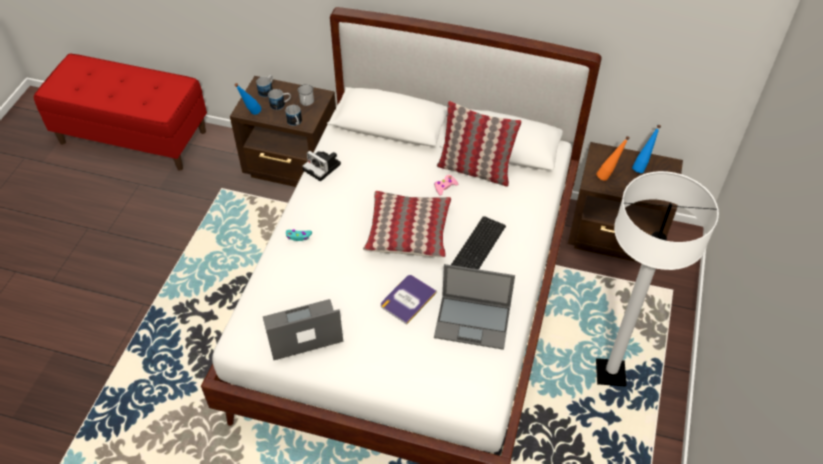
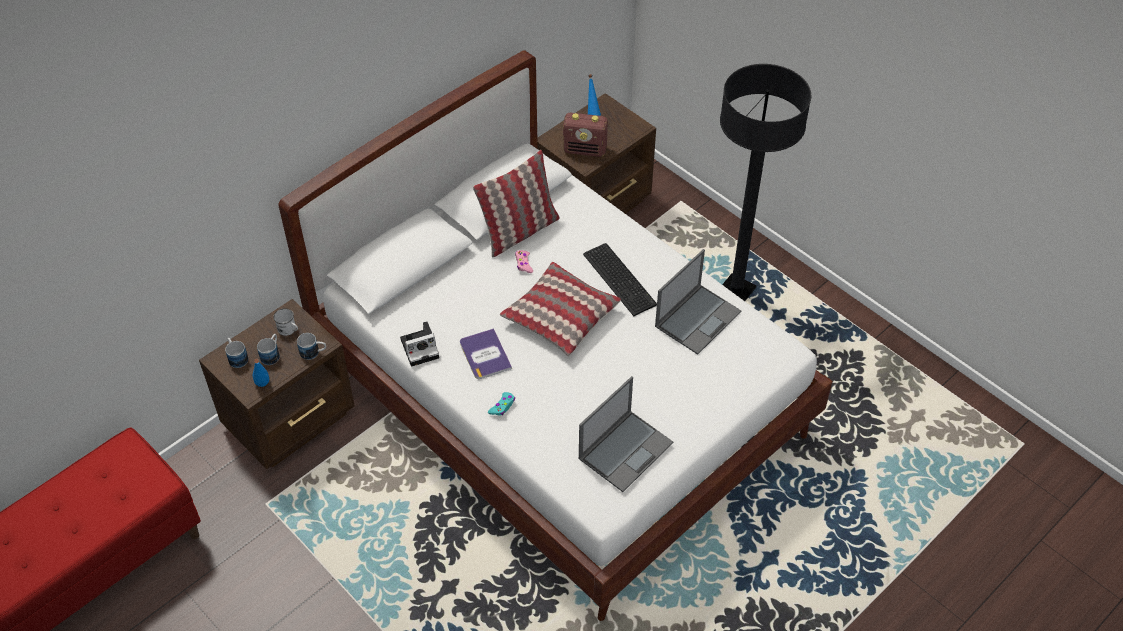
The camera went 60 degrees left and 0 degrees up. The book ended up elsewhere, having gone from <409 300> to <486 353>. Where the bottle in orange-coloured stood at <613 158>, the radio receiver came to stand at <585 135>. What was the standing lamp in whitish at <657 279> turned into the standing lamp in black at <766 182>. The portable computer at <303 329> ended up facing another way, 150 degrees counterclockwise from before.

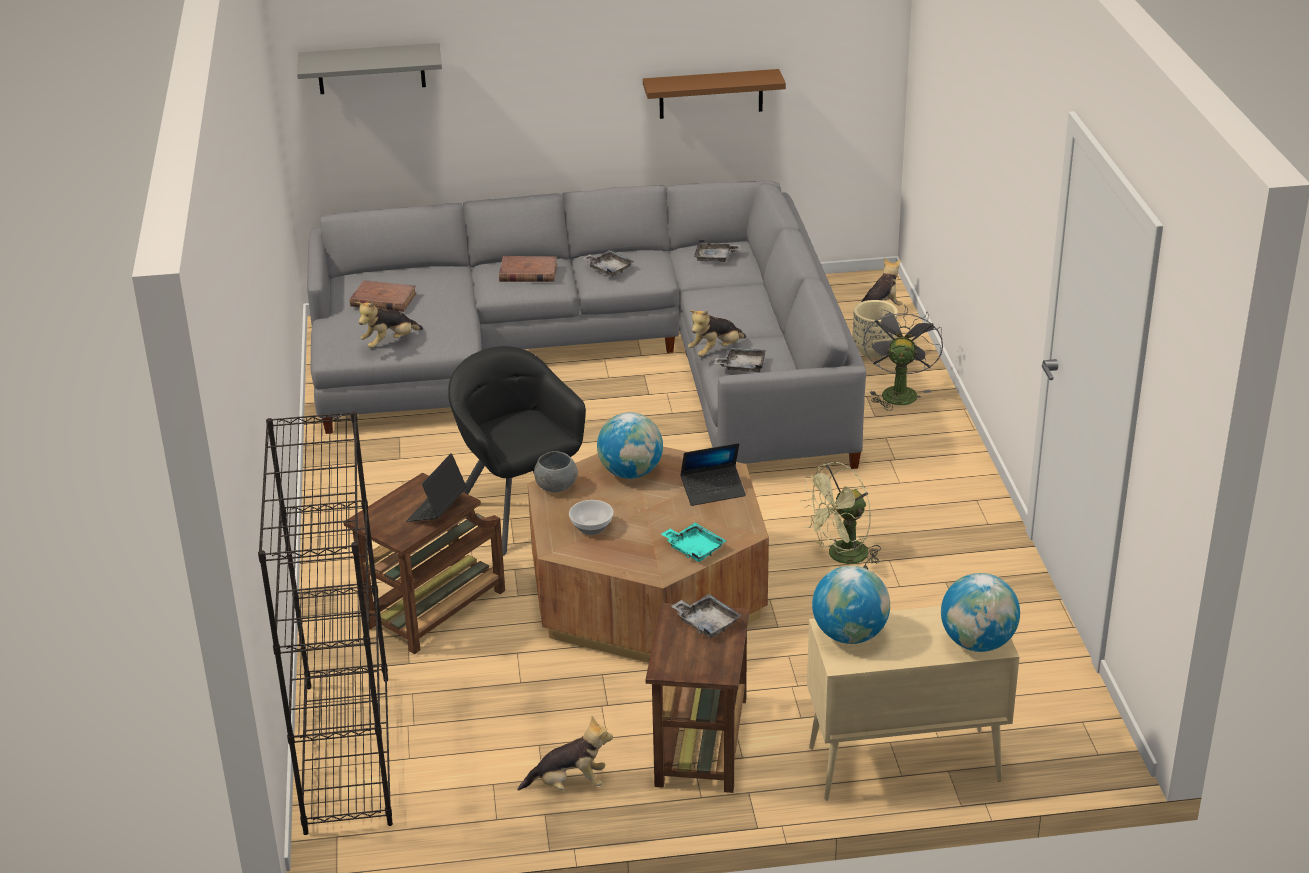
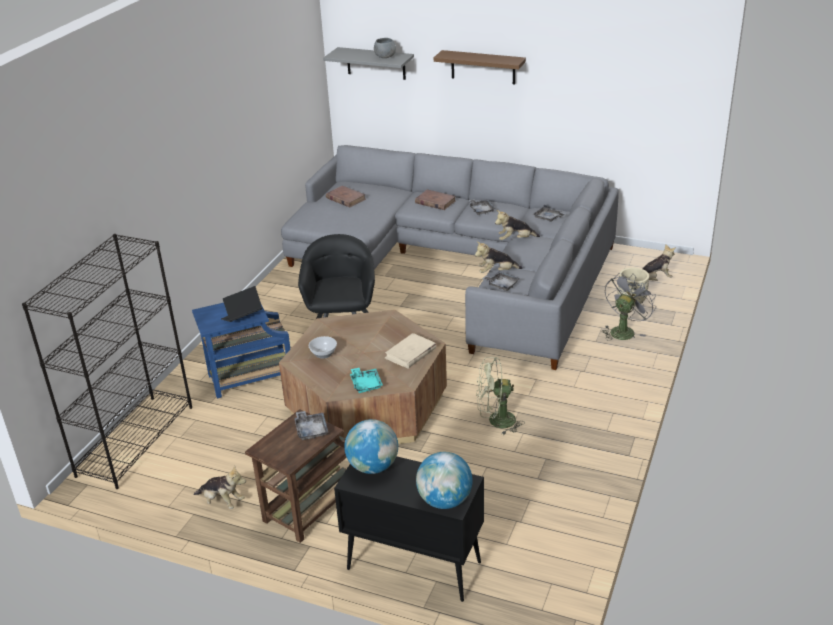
The camera went 30 degrees right and 0 degrees up. The second view lost the world globe at <630 445>. The cuddly toy ended up elsewhere, having gone from <389 325> to <517 225>. The deep dish in grey ended up elsewhere, having gone from <556 472> to <385 48>. The bracket shelf in brown-coloured ended up elsewhere, having gone from <714 94> to <480 67>. Where the portable computer stood at <713 474>, the book in beige-coloured came to stand at <410 351>. What was the accent table in brown-coloured at <424 563> turned into the accent table in blue at <241 351>. What was the storage cabinet in beige-coloured at <913 703> turned into the storage cabinet in black at <409 529>.

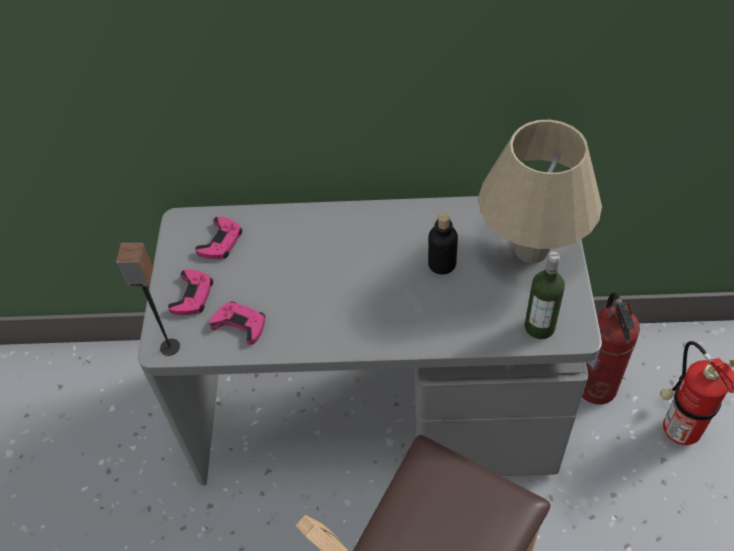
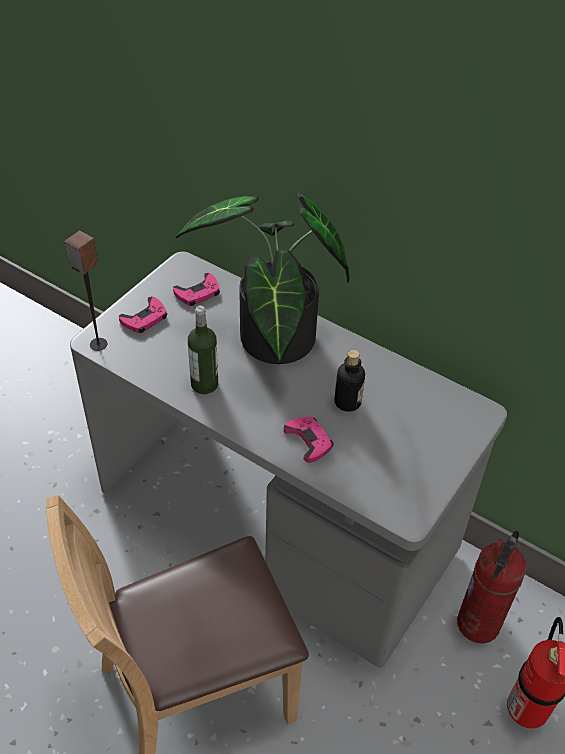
The camera went 30 degrees right and 5 degrees down. The second view lost the tabletop lamp in beige-coloured at <540 191>. The second view gained the plant in a pot at <262 278>. The game controller in pink-coloured ended up elsewhere, having gone from <237 323> to <309 440>. The bottle ended up elsewhere, having gone from <545 295> to <203 350>.

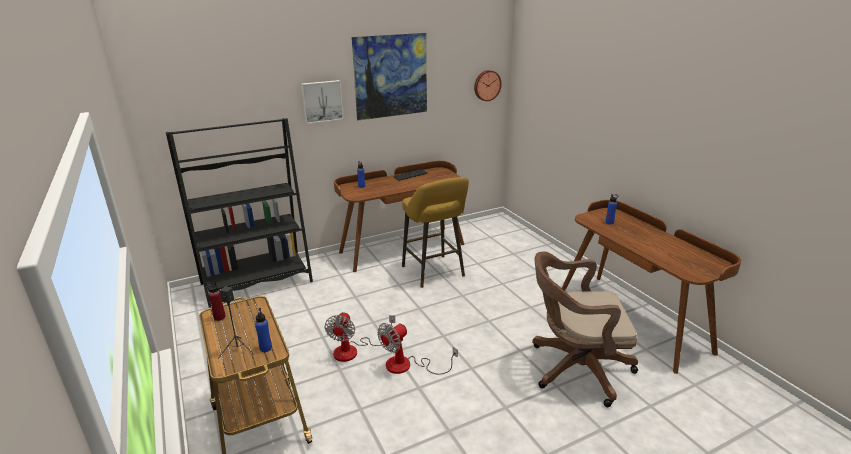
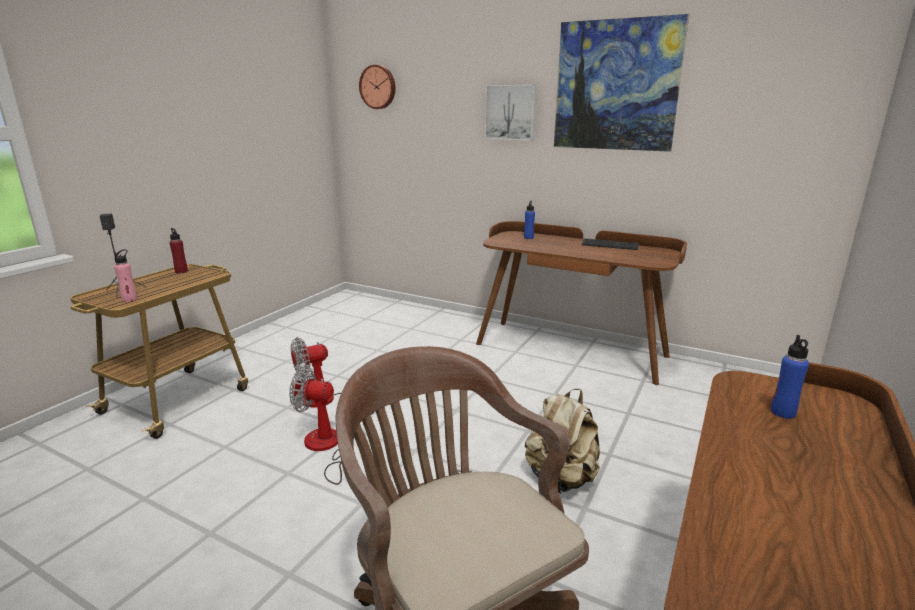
The camera went 55 degrees right and 5 degrees down. The second view lost the bookshelf in black at <239 213>. The second view lost the stool in yellow at <435 232>. The second view gained the knapsack in beige-coloured at <562 441>. The clock on the wall ended up elsewhere, having gone from <488 85> to <377 87>. What was the bottle in blue at <263 330> turned into the bottle in pink-coloured at <125 275>.

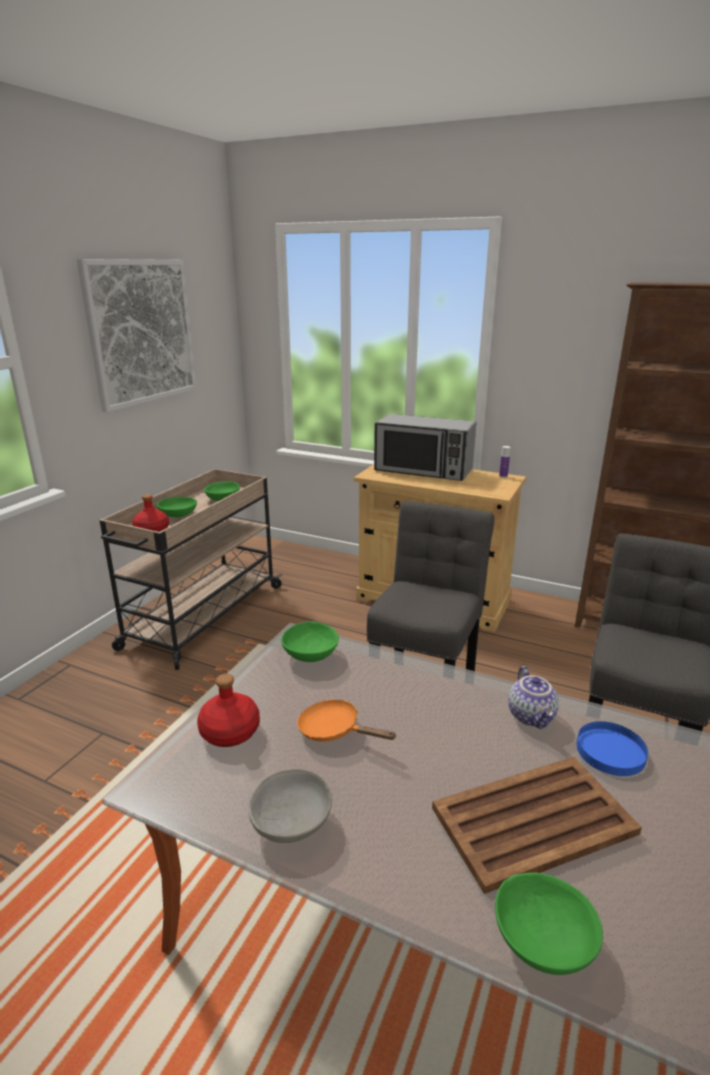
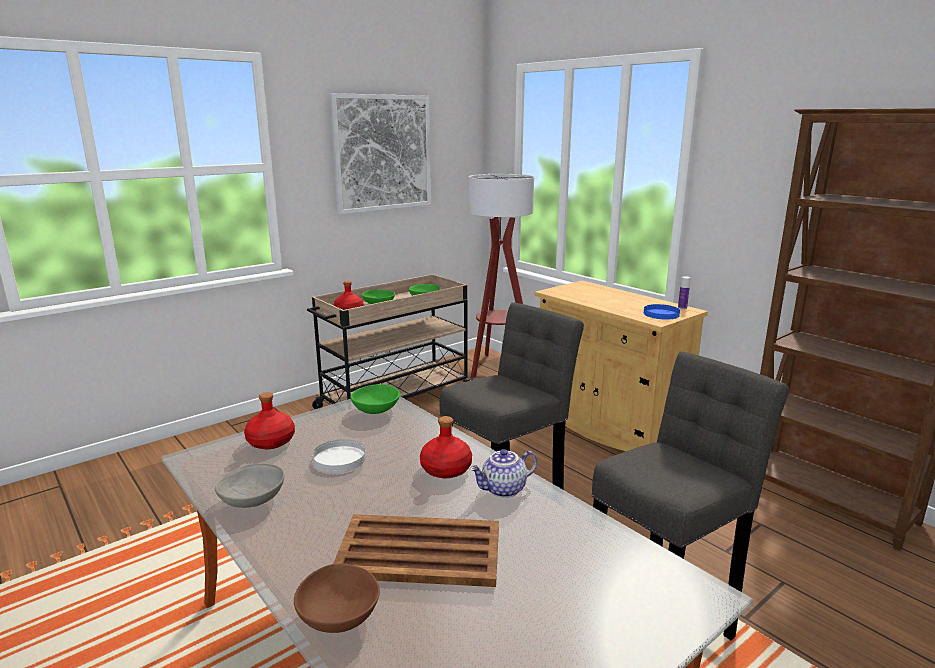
The camera went 25 degrees right and 5 degrees down. The second view lost the kitchen microwave at <425 447>. The second view gained the bottle in red at <446 447>. The second view gained the standing lamp at <501 276>. The flat dish in blue ended up elsewhere, having gone from <612 748> to <662 312>. Where the frying pan in orange-coloured stood at <347 720>, the flat dish in whitish came to stand at <339 456>. What was the deep dish in green-coloured at <549 924> turned into the deep dish in brown-coloured at <337 598>. The tea pot at <533 697> ended up facing another way, 45 degrees clockwise from before.

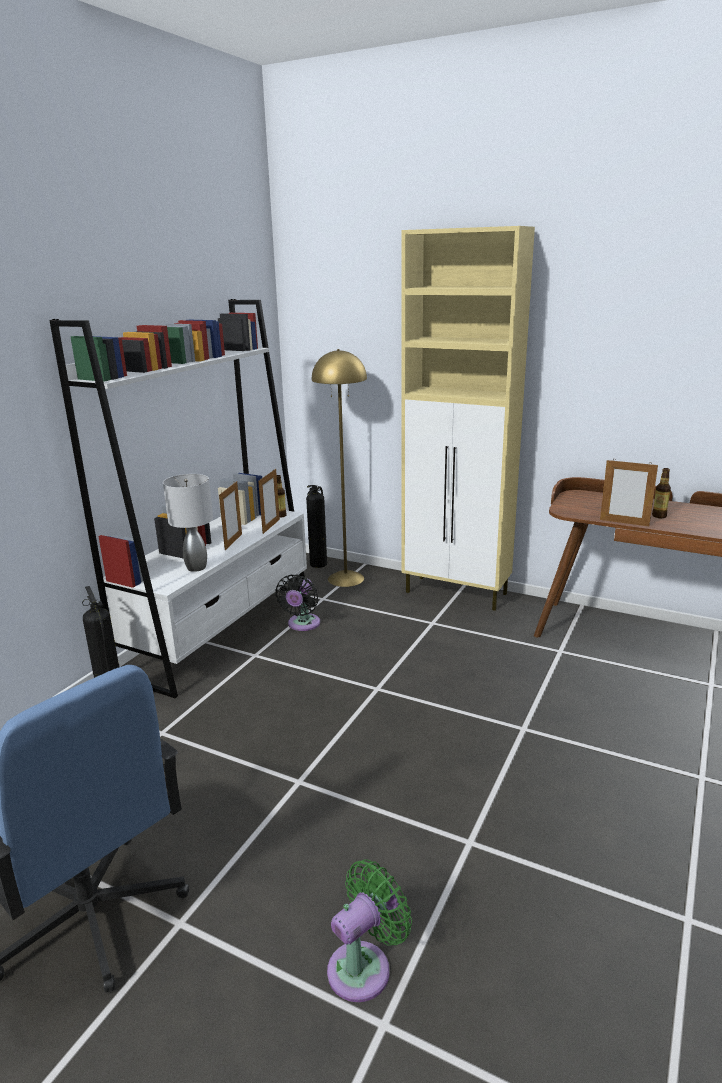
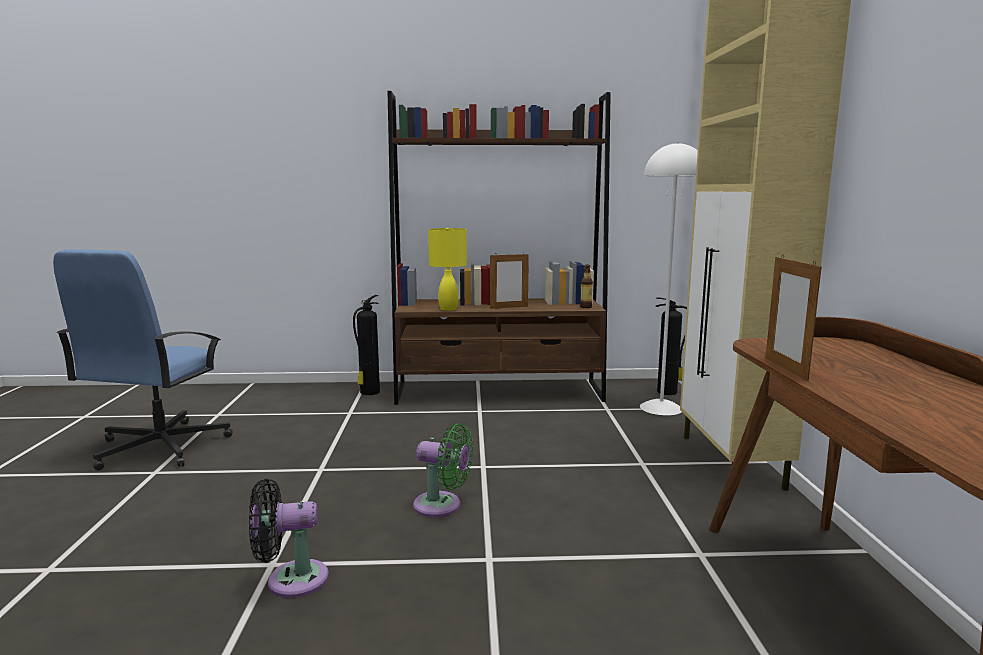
The camera went 60 degrees right and 10 degrees down. The second view lost the standing frame at <269 501>. The second view lost the bottle at <661 493>. The cooling fan in black ended up elsewhere, having gone from <297 602> to <289 538>. The cooling fan in green-coloured ended up elsewhere, having gone from <369 930> to <443 470>. What was the bookshelf in whitish at <178 498> turned into the bookshelf in brown-coloured at <499 248>. What was the tabletop lamp in grey at <188 523> turned into the tabletop lamp in yellow at <447 269>. What was the standing lamp in yellow at <339 468> turned into the standing lamp in whitish at <669 278>.

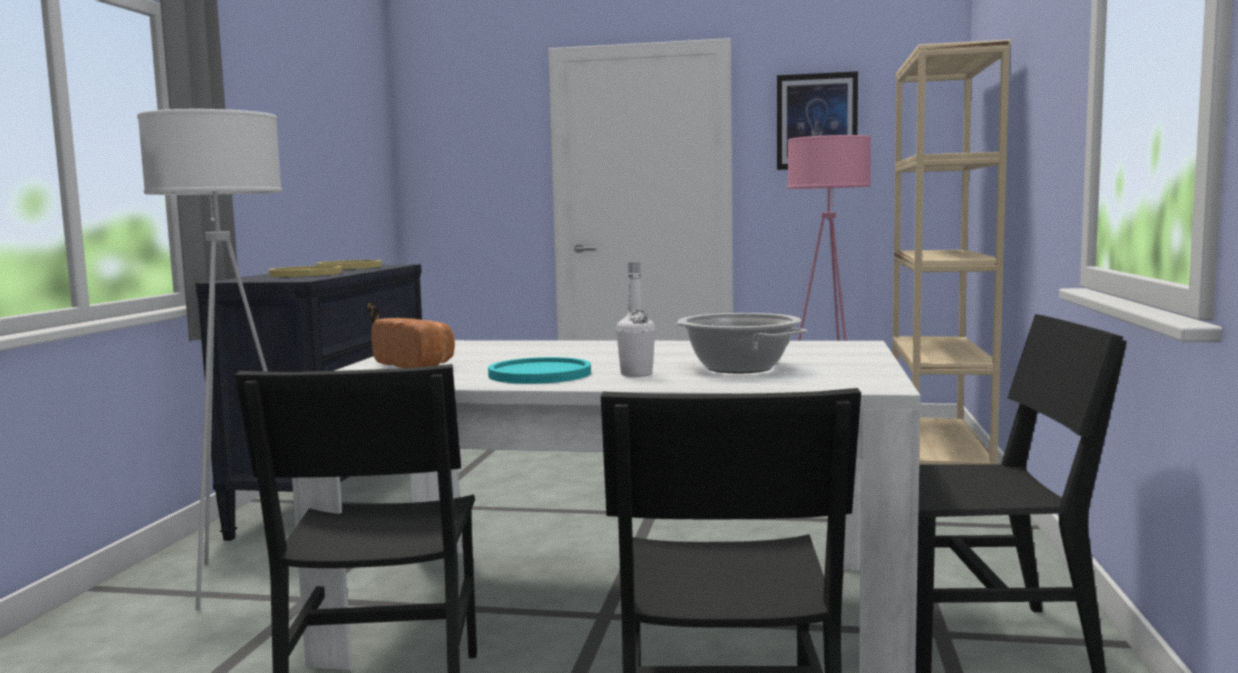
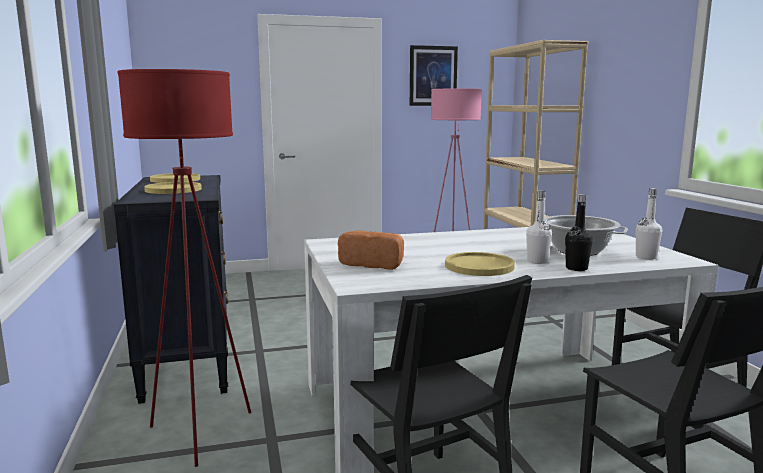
The camera went 25 degrees left and 5 degrees up. The second view gained the bottle in black at <579 232>. The second view gained the bottle in whitish at <649 224>. What was the standing lamp in whitish at <209 359> turned into the standing lamp in red at <184 268>. What was the flat dish in turquoise at <539 370> turned into the flat dish in yellow at <480 264>.

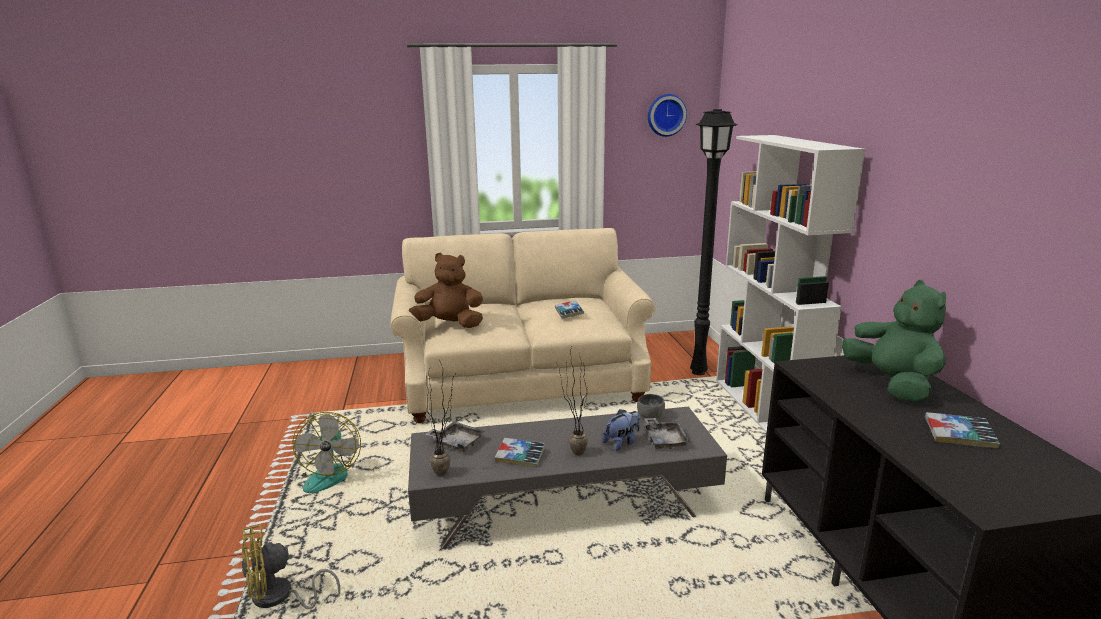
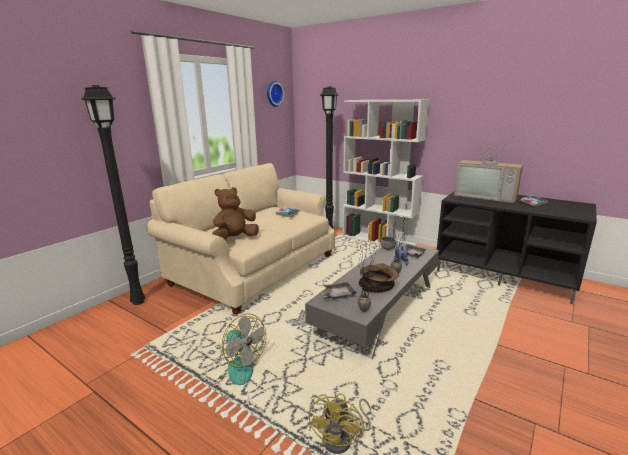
The camera went 45 degrees left and 0 degrees up. The second view gained the standing lamp in black at <113 195>. Where the book stood at <520 452>, the deep dish in brown-coloured came to stand at <379 278>. Where the cuddly toy in green-coloured stood at <894 341>, the TV set came to stand at <488 168>.

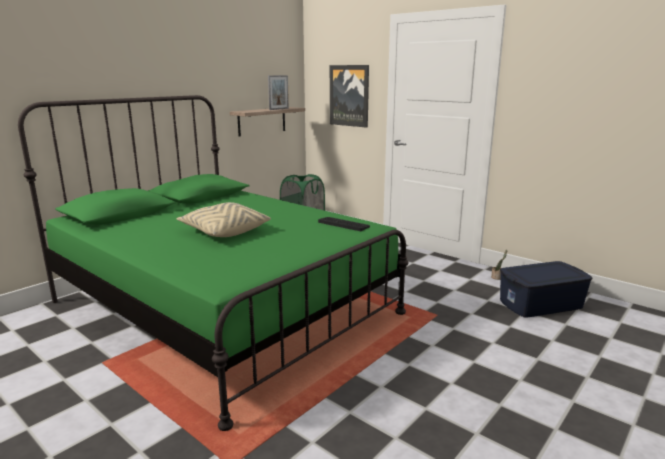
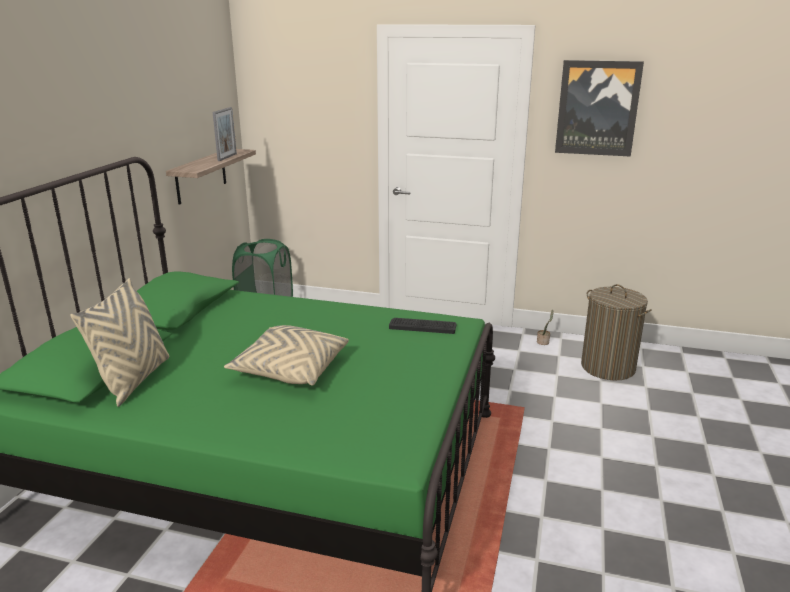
The camera went 25 degrees left and 5 degrees up. The second view gained the throw pillow in beige-coloured at <119 342>. The wall picture ended up elsewhere, having gone from <349 96> to <599 108>. Where the storage box in blue stood at <546 289>, the laundry basket came to stand at <616 332>.

